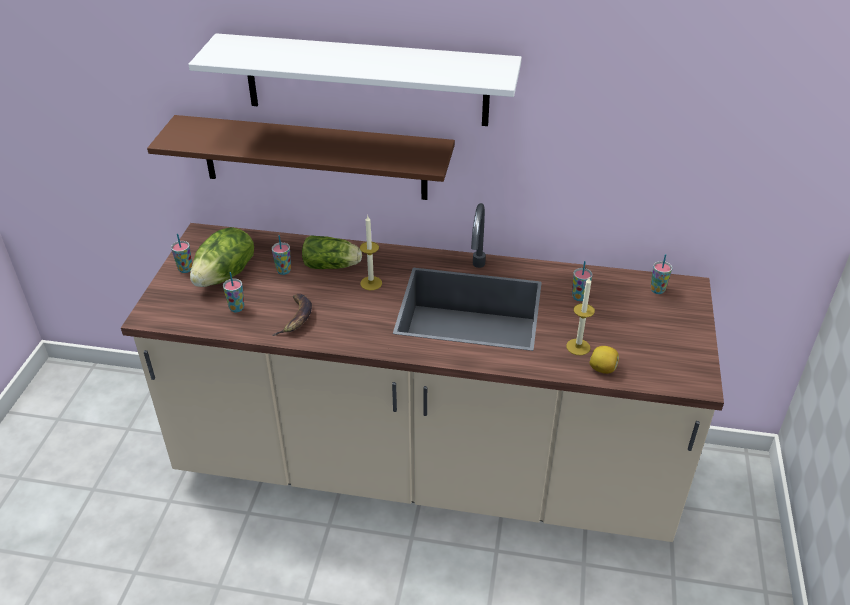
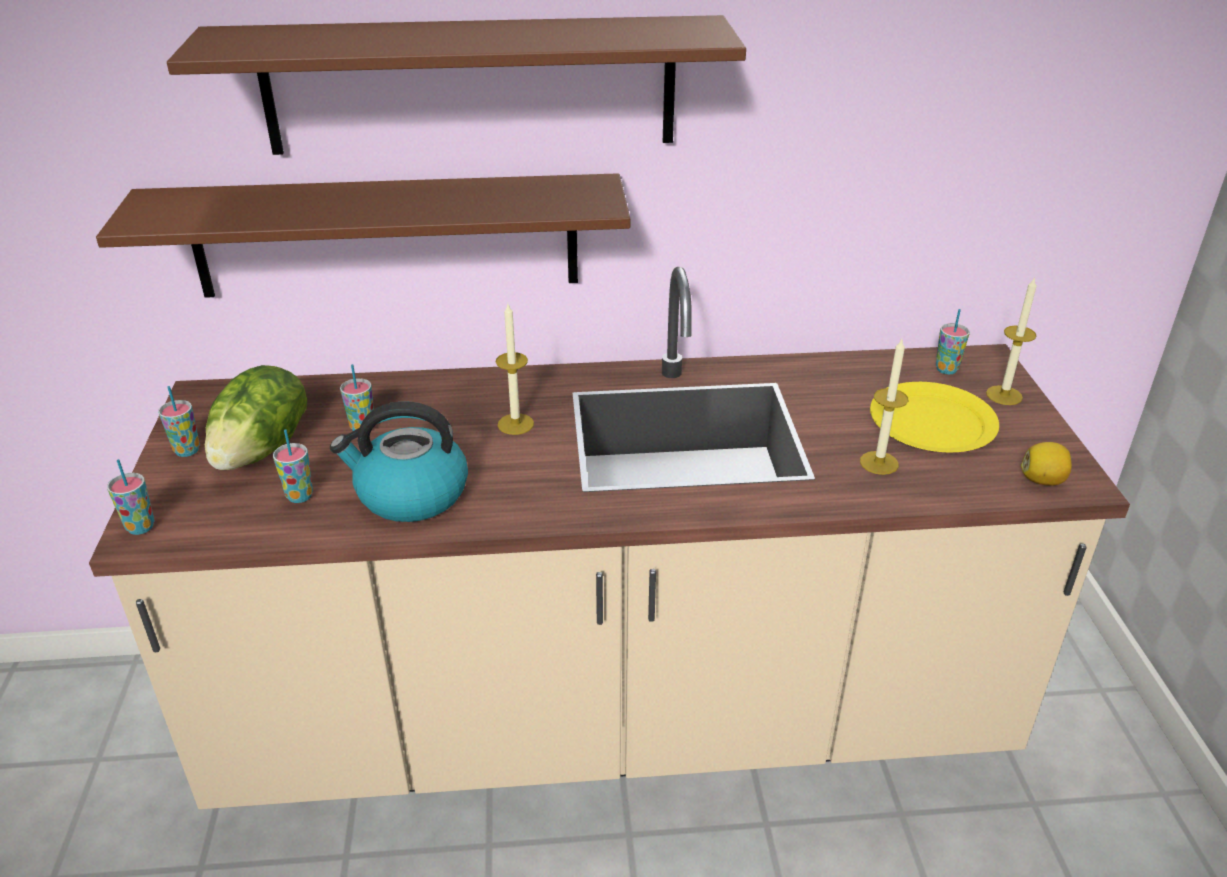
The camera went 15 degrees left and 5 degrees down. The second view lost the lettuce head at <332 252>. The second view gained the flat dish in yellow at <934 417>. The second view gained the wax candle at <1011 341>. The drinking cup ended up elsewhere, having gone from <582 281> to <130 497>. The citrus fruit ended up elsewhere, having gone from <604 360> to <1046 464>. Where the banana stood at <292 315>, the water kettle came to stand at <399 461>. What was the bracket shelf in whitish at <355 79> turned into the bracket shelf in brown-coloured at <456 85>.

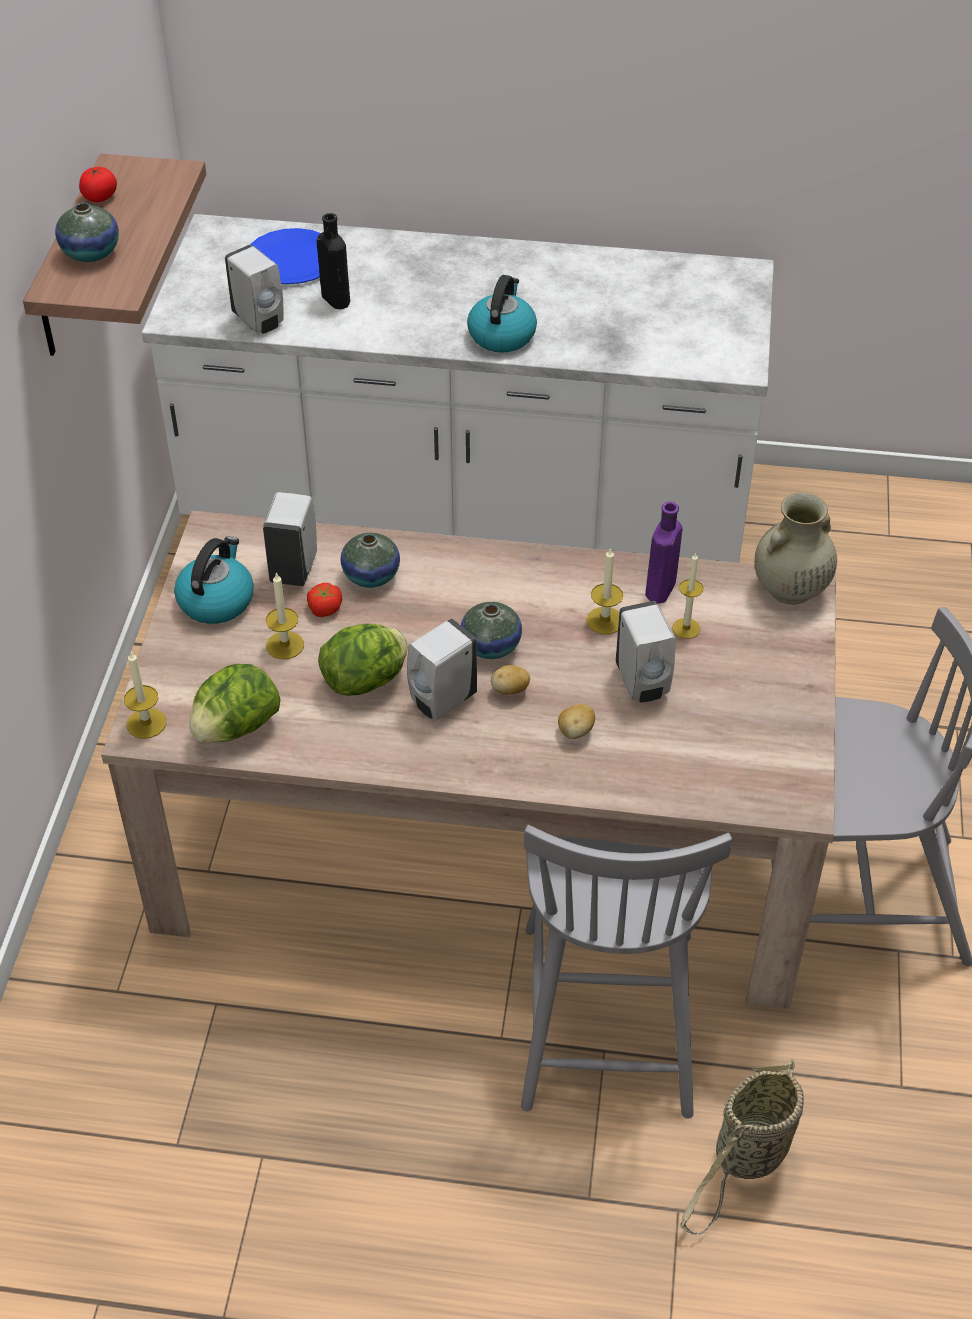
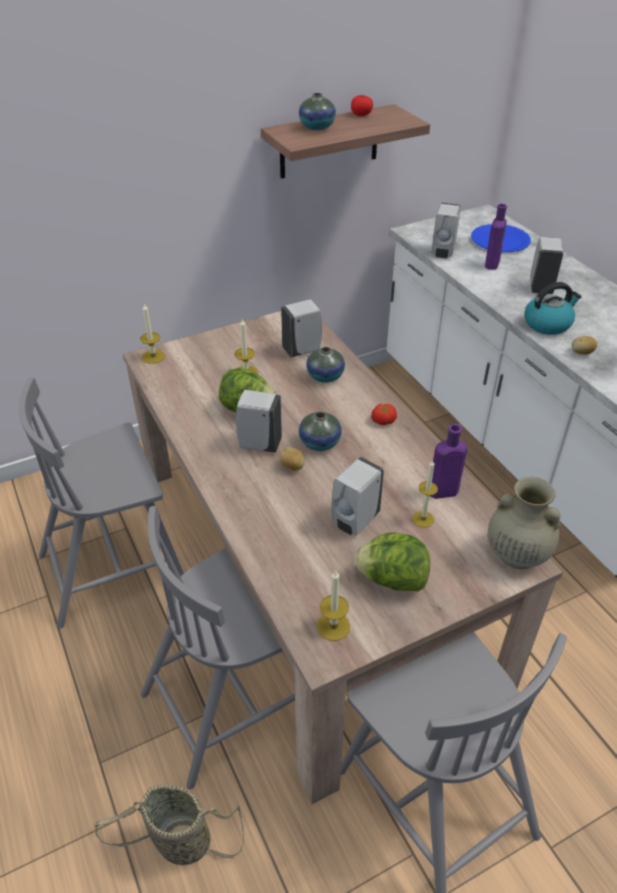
The camera went 55 degrees right and 5 degrees down. The second view lost the water kettle at <214 580>. The second view gained the chair in grey at <101 503>. The second view gained the liquid soap bottle in whitish at <546 265>. The lettuce head ended up elsewhere, having gone from <234 703> to <392 562>. The tomato ended up elsewhere, having gone from <324 600> to <384 414>. The whole potato ended up elsewhere, having gone from <576 721> to <584 345>. The wax candle ended up elsewhere, having gone from <604 590> to <333 606>. What was the bottle in black at <333 261> turned into the bottle in purplish at <496 237>.

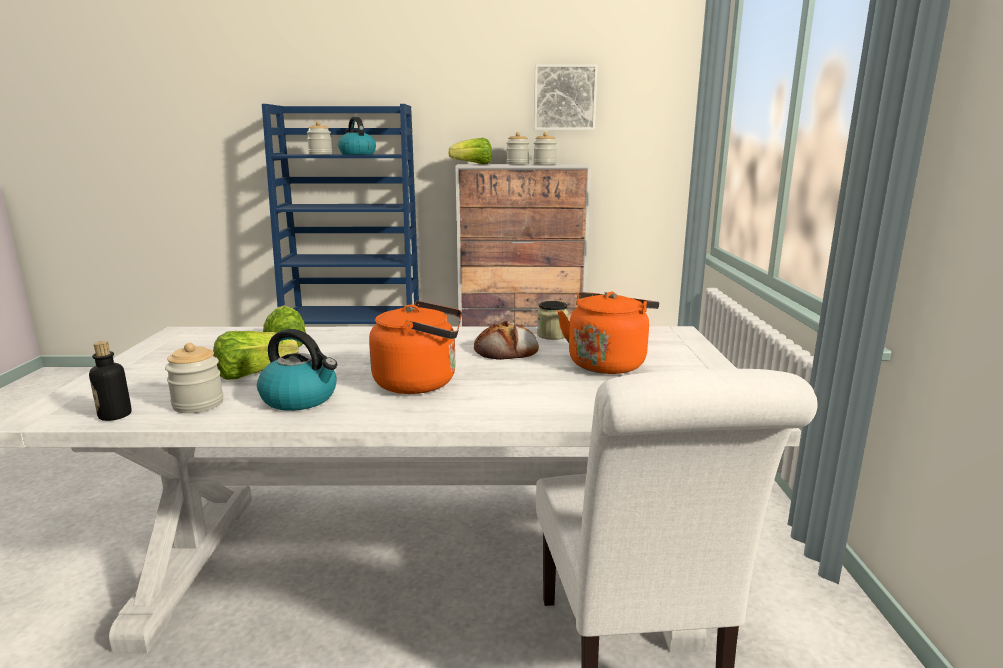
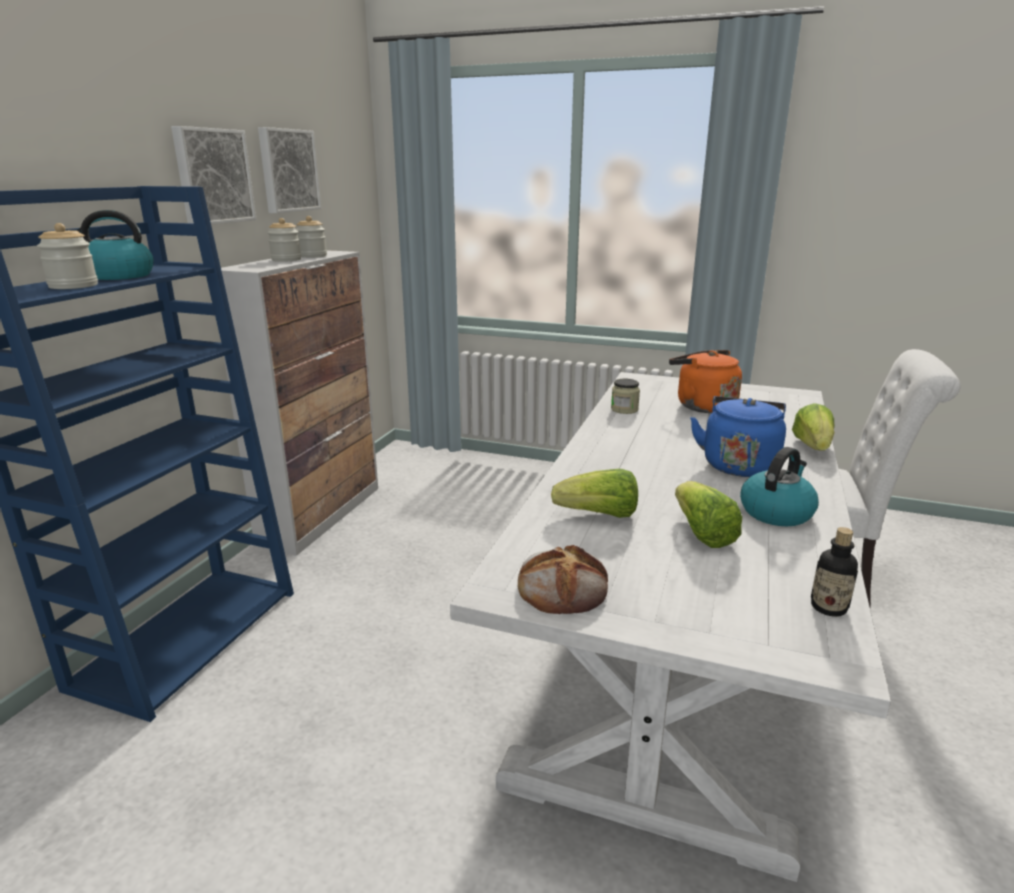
The camera went 70 degrees left and 5 degrees up. The second view lost the storage jar at <194 378>. The second view gained the wall picture at <214 175>. The lettuce head ended up elsewhere, having gone from <470 151> to <813 427>. The bakery bread ended up elsewhere, having gone from <506 340> to <563 579>. What was the water kettle in orange-coloured at <415 347> turned into the water kettle in blue at <738 436>.

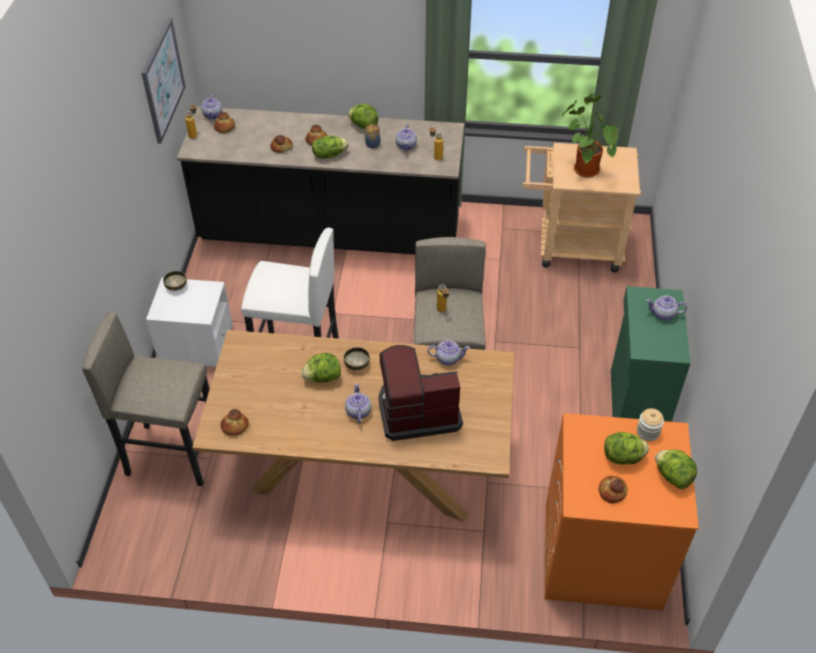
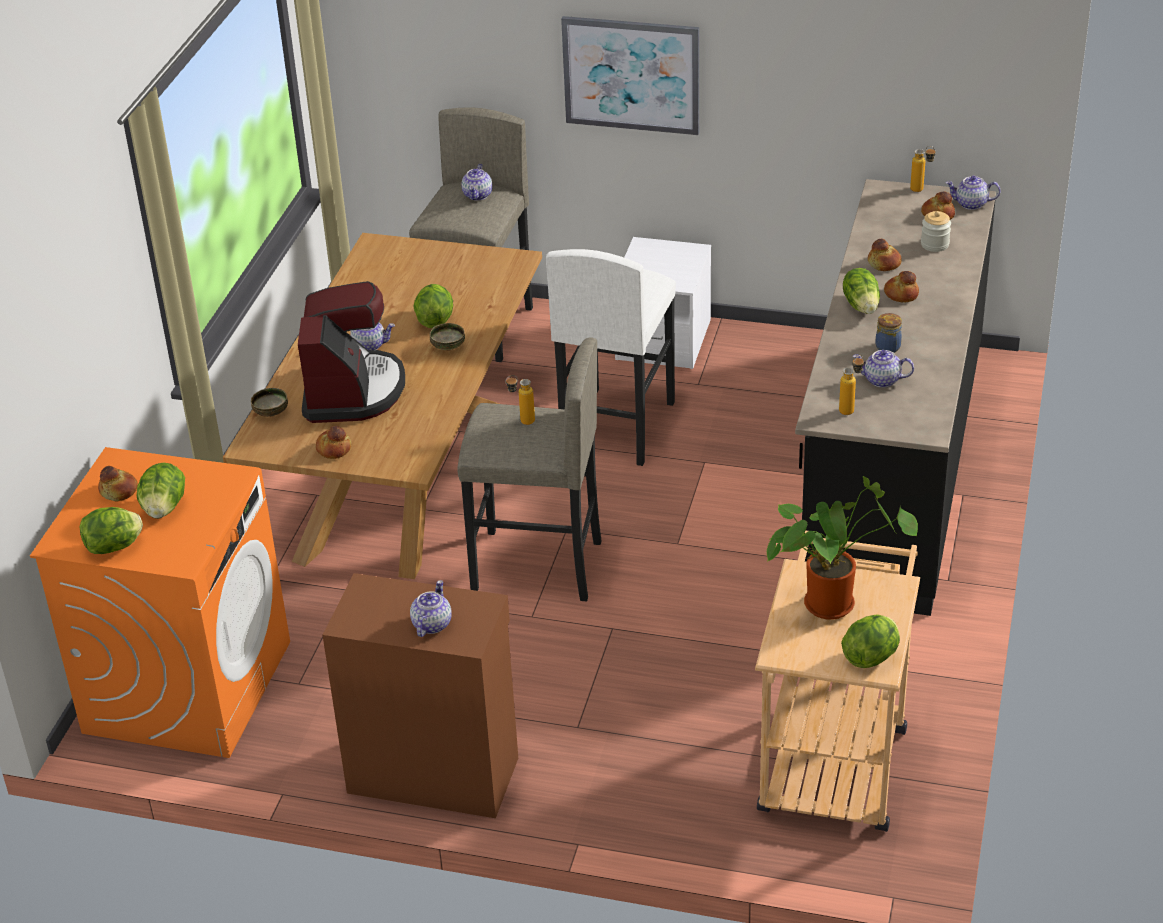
The camera went 100 degrees right and 10 degrees down. The wall picture ended up elsewhere, having gone from <163 80> to <630 75>. The deep dish ended up elsewhere, having gone from <175 281> to <269 402>. The bakery bread ended up elsewhere, having gone from <235 422> to <333 442>. The lettuce head ended up elsewhere, having gone from <363 116> to <870 641>. The tea pot ended up elsewhere, having gone from <448 352> to <477 182>. The storage jar ended up elsewhere, having gone from <650 424> to <936 231>. What was the storage cabinet in green-coloured at <651 354> turned into the storage cabinet in brown-coloured at <420 695>.

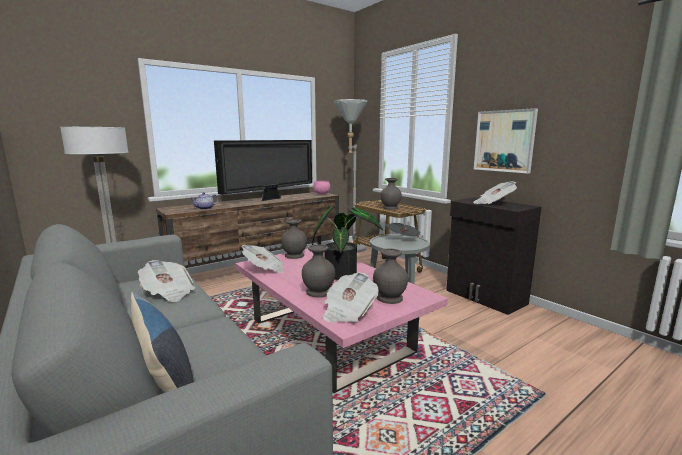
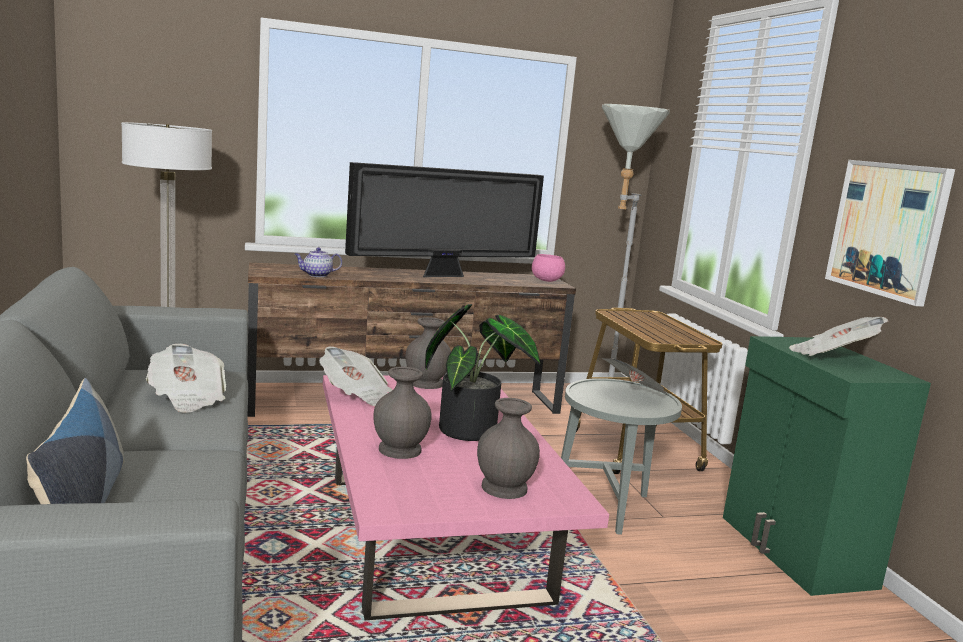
The camera went 20 degrees right and 0 degrees up. The second view lost the daily paper at <351 297>. The second view lost the vase in grey at <391 194>. What was the storage cabinet in black at <493 256> turned into the storage cabinet in green-coloured at <827 466>.

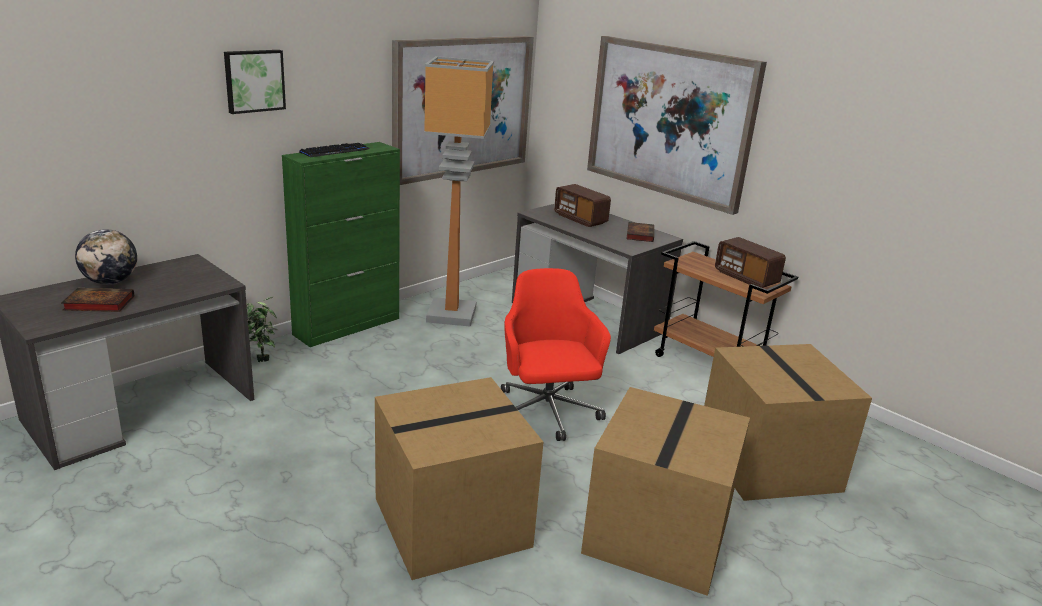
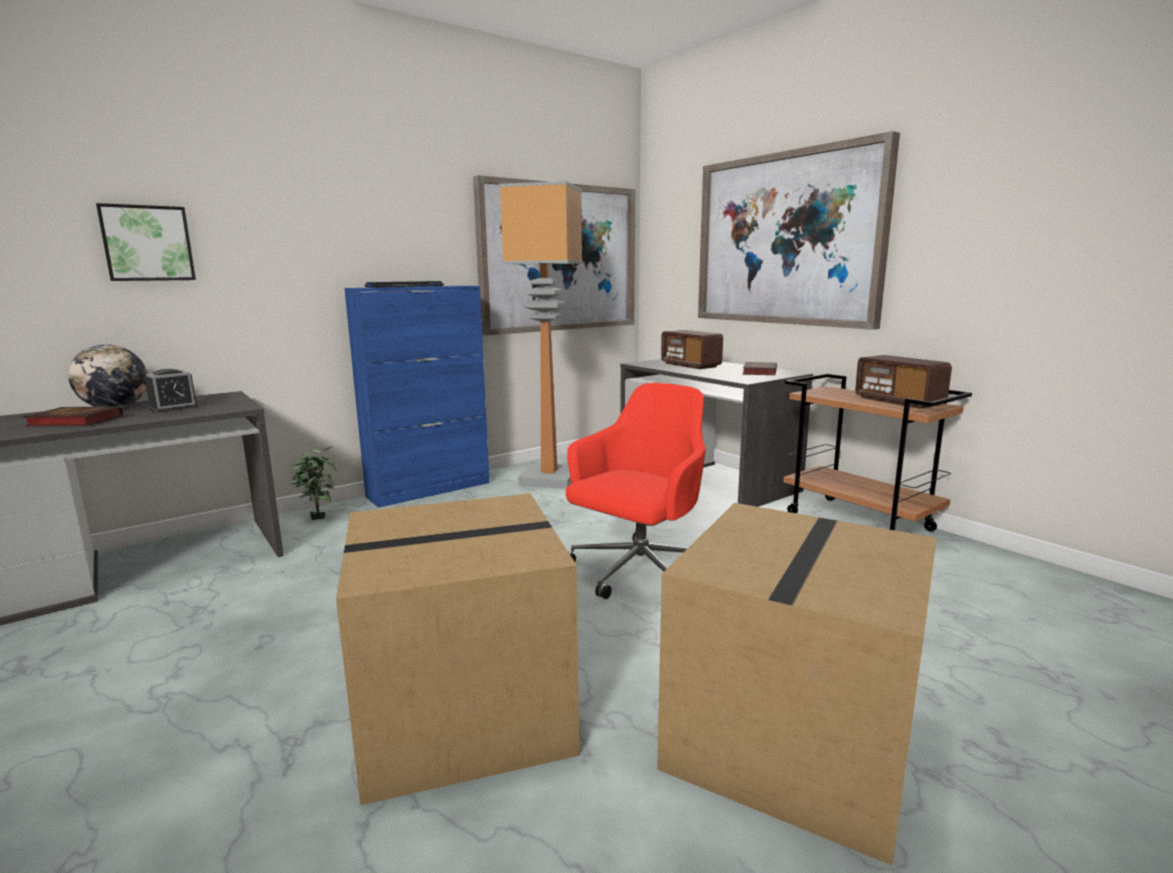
The camera went 10 degrees right and 10 degrees down. The second view lost the carton at <788 422>. The second view gained the bedside clock at <171 391>. The wall picture ended up elsewhere, having gone from <255 82> to <146 242>. What was the storage cabinet in green-coloured at <341 244> turned into the storage cabinet in blue at <417 397>. The computer chair in red at <556 354> ended up facing another way, 45 degrees clockwise from before.

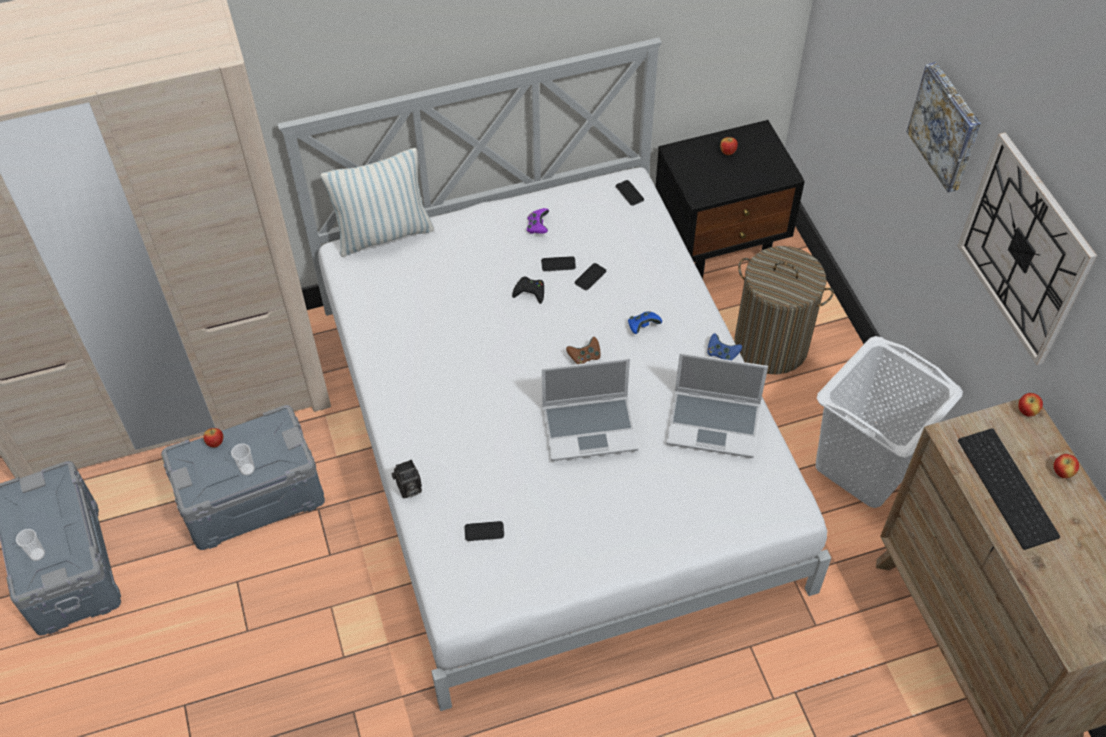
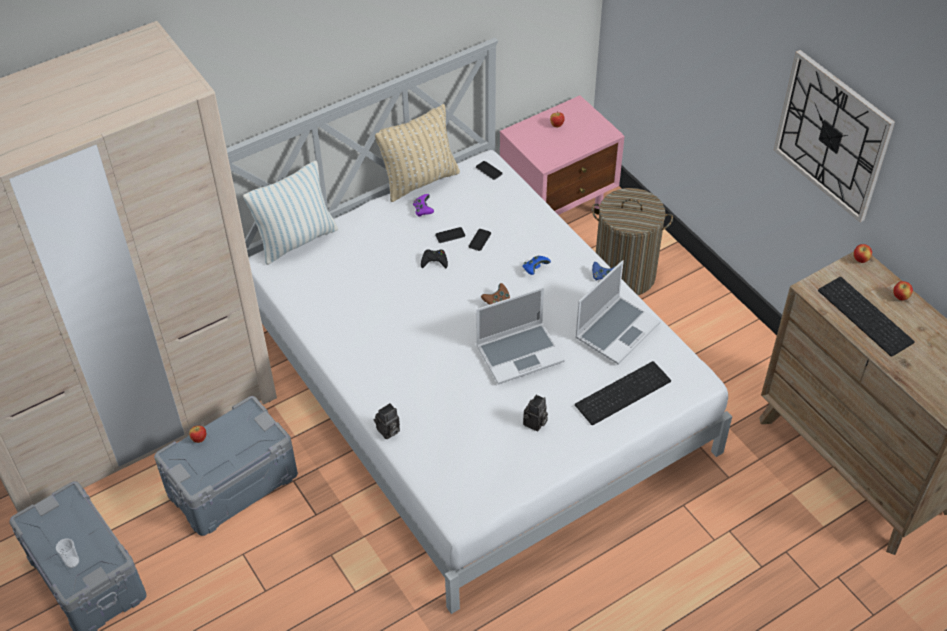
The camera went 15 degrees left and 5 degrees down. The second view lost the drinking cup at <243 459>. The second view lost the phone at <484 531>. The second view lost the laundry basket in whitish at <889 422>. The second view lost the wall picture at <944 127>. The second view gained the throw pillow in beige-coloured at <417 153>. The second view gained the photo camera at <535 413>. The second view gained the keyboard at <623 393>. What was the night table in black at <730 199> turned into the night table in pink-coloured at <562 155>. The portable computer at <717 405> ended up facing another way, 45 degrees counterclockwise from before.

